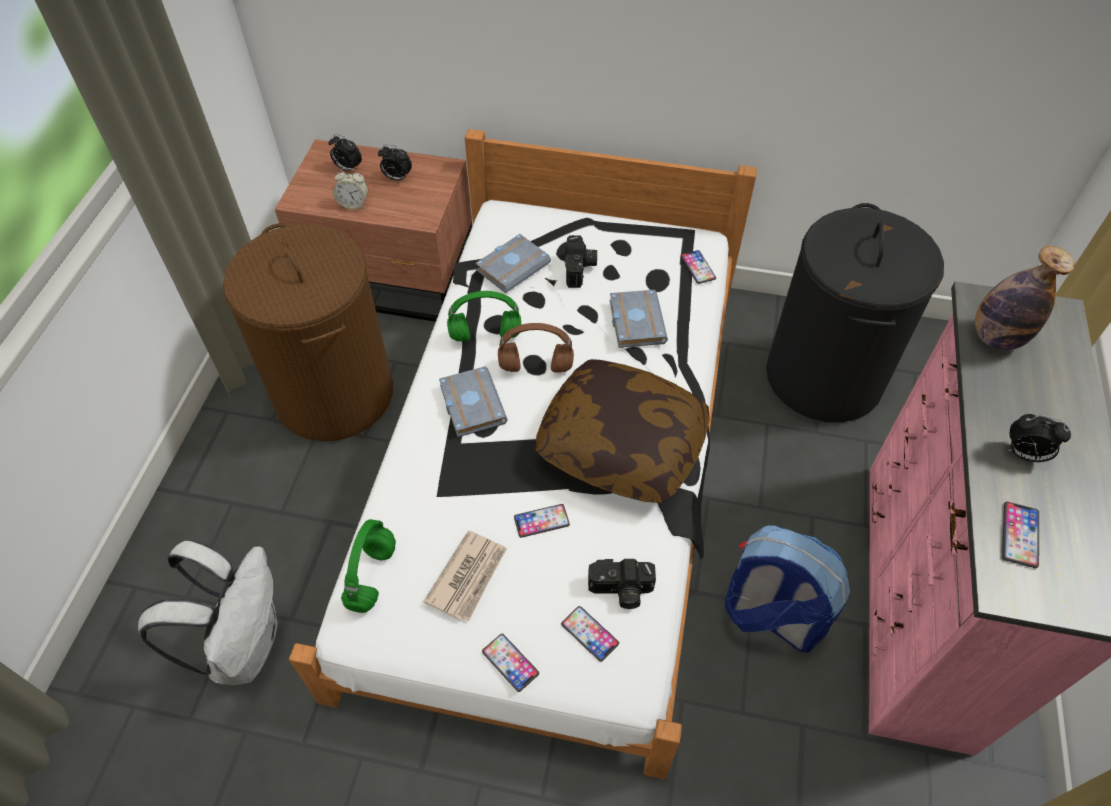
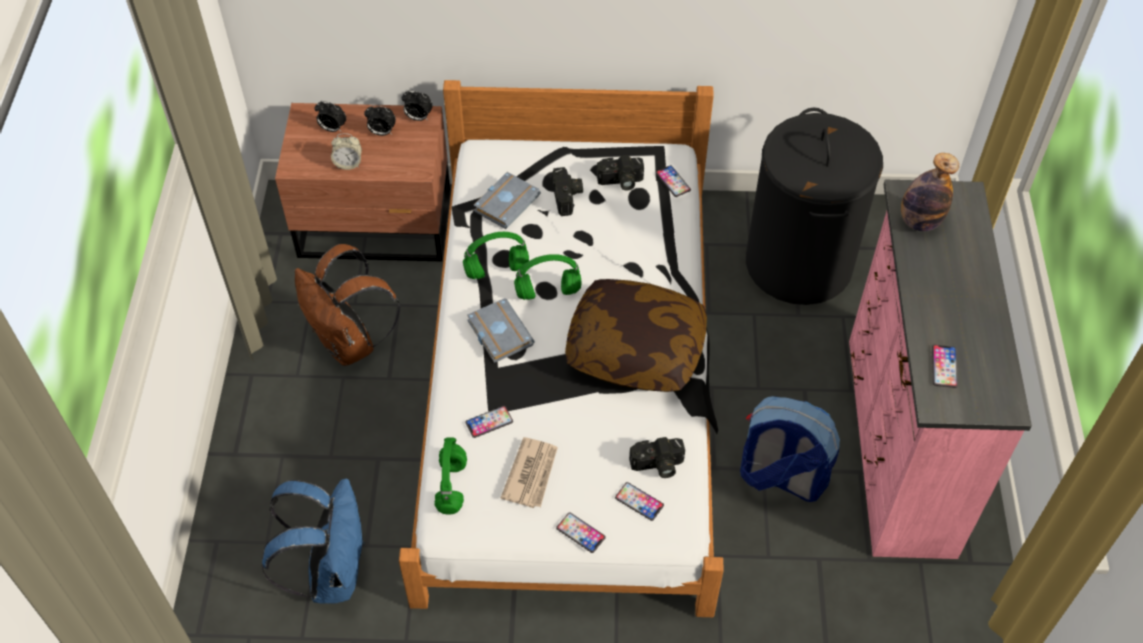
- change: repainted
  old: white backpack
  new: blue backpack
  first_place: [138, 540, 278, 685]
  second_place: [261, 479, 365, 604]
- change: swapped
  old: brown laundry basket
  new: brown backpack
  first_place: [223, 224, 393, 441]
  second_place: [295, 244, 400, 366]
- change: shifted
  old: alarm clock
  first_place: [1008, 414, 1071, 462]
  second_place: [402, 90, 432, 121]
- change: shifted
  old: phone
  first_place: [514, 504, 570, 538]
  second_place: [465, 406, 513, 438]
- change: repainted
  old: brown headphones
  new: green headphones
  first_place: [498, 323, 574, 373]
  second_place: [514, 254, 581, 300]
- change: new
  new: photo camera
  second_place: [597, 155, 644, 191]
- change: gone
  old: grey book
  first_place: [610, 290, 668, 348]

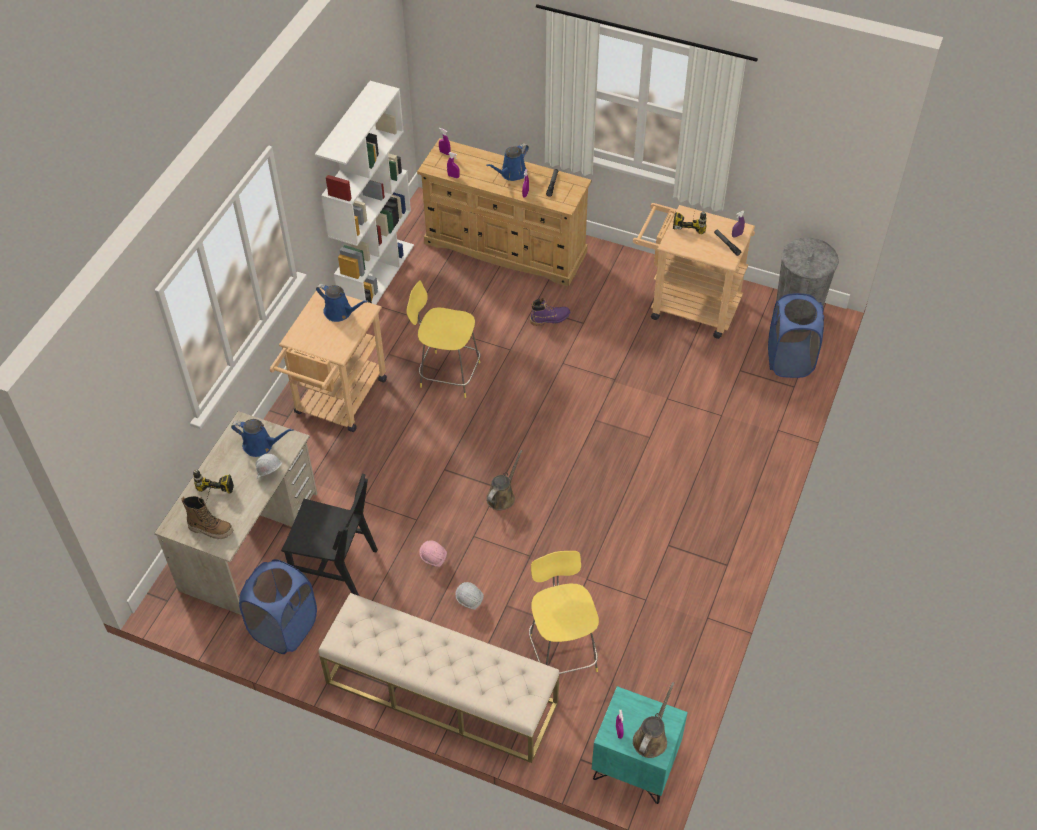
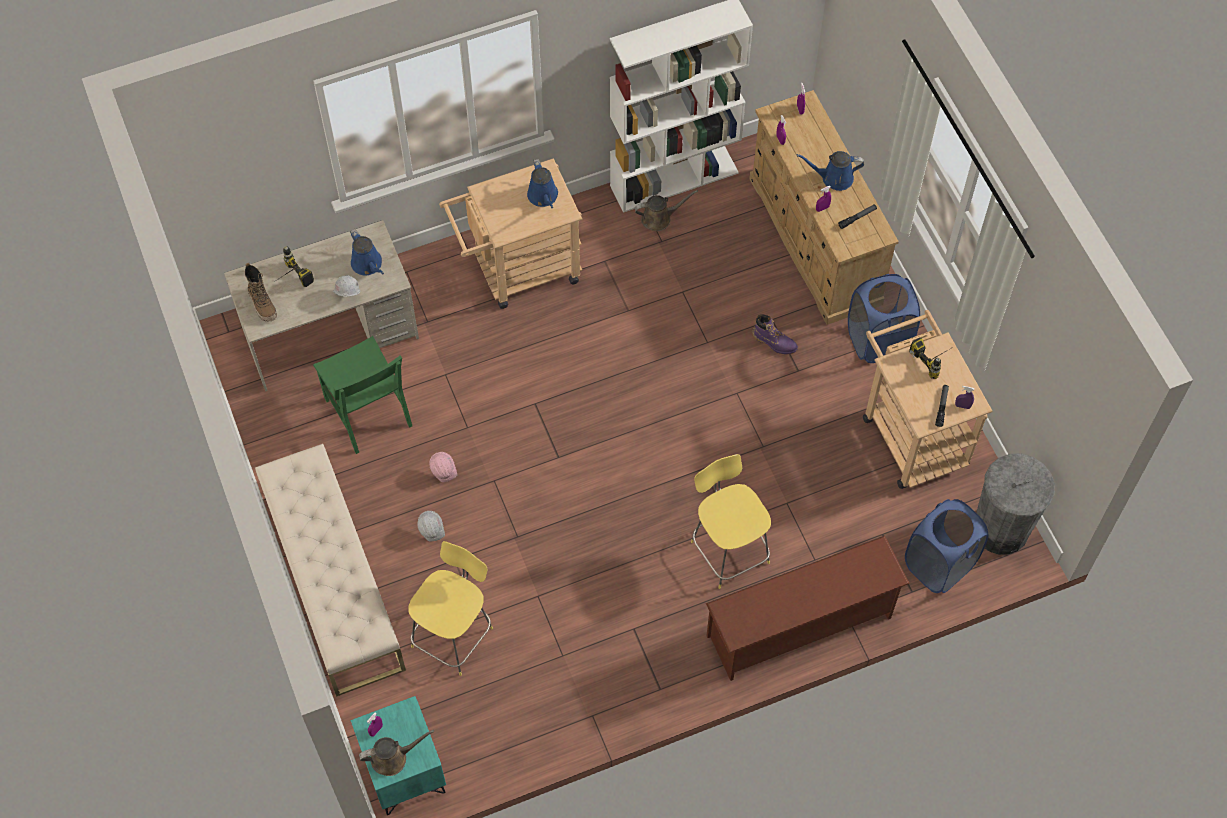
- change: repainted
  old: black chair
  new: green chair
  first_place: [281, 474, 378, 596]
  second_place: [313, 336, 412, 454]
- change: shifted
  old: brown watering can
  first_place: [486, 450, 523, 511]
  second_place: [635, 190, 698, 231]
- change: shifted
  old: yellow stool
  first_place: [406, 280, 480, 398]
  second_place: [691, 454, 771, 589]
- change: new
  new: brown shoe rack
  second_place: [706, 535, 910, 681]
- change: shifted
  old: blue laundry basket
  first_place: [239, 559, 317, 654]
  second_place: [848, 274, 920, 363]

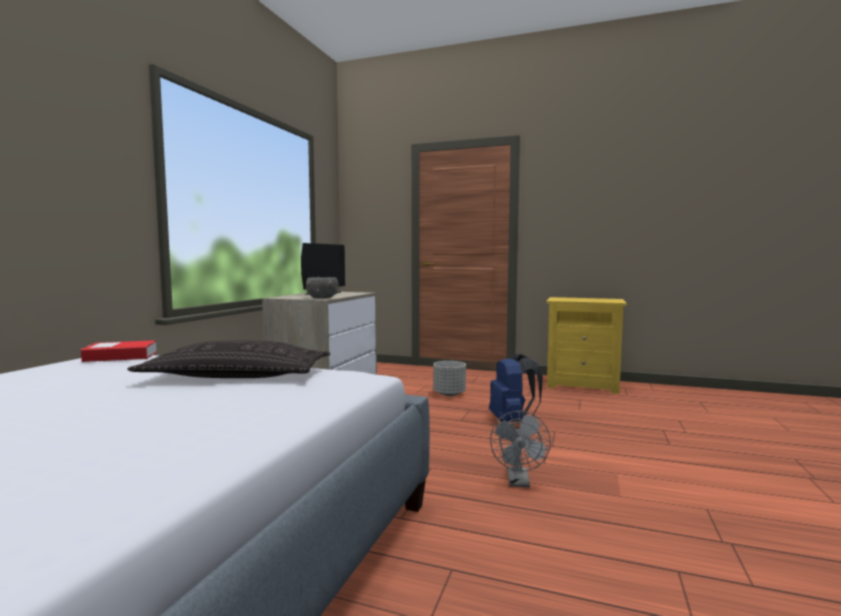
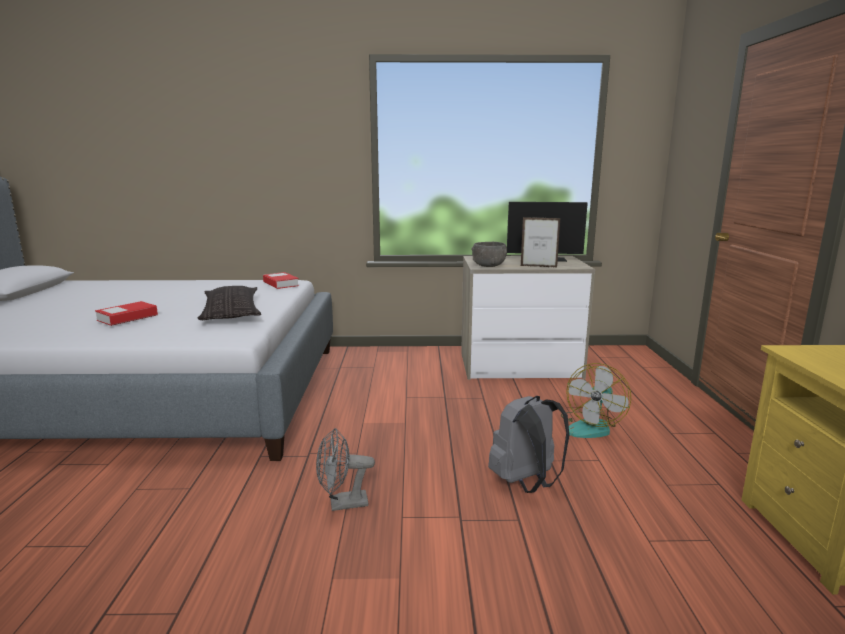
- change: new
  new: book
  second_place: [95, 301, 158, 326]
- change: repainted
  old: blue backpack
  new: grey backpack
  first_place: [489, 353, 543, 422]
  second_place: [488, 396, 569, 493]
- change: new
  new: picture frame
  second_place: [521, 217, 561, 268]
- change: swapped
  old: grey planter
  new: fan
  first_place: [433, 361, 466, 396]
  second_place: [561, 363, 631, 438]

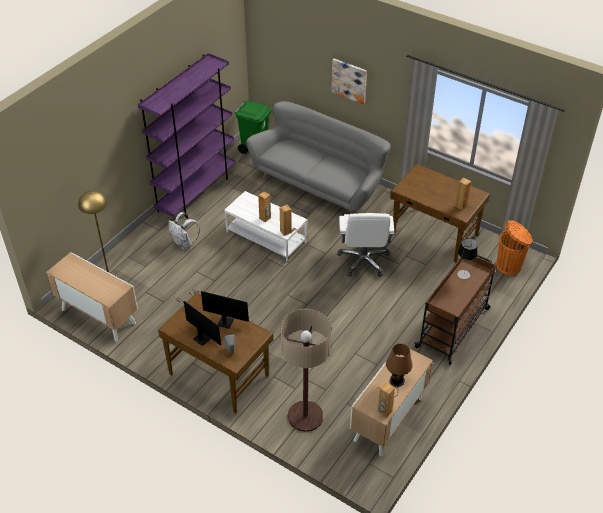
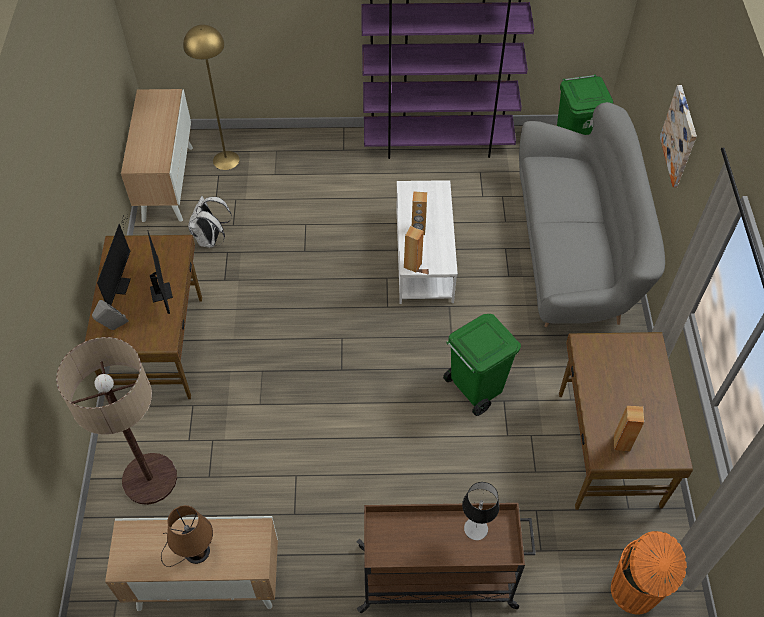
- change: shifted
  old: white backpack
  first_place: [168, 212, 200, 250]
  second_place: [188, 196, 232, 248]
- change: swapped
  old: white office chair
  new: green trash can
  first_place: [337, 213, 394, 277]
  second_place: [443, 314, 521, 416]
- change: gone
  old: brown speaker
  first_place: [377, 382, 395, 418]

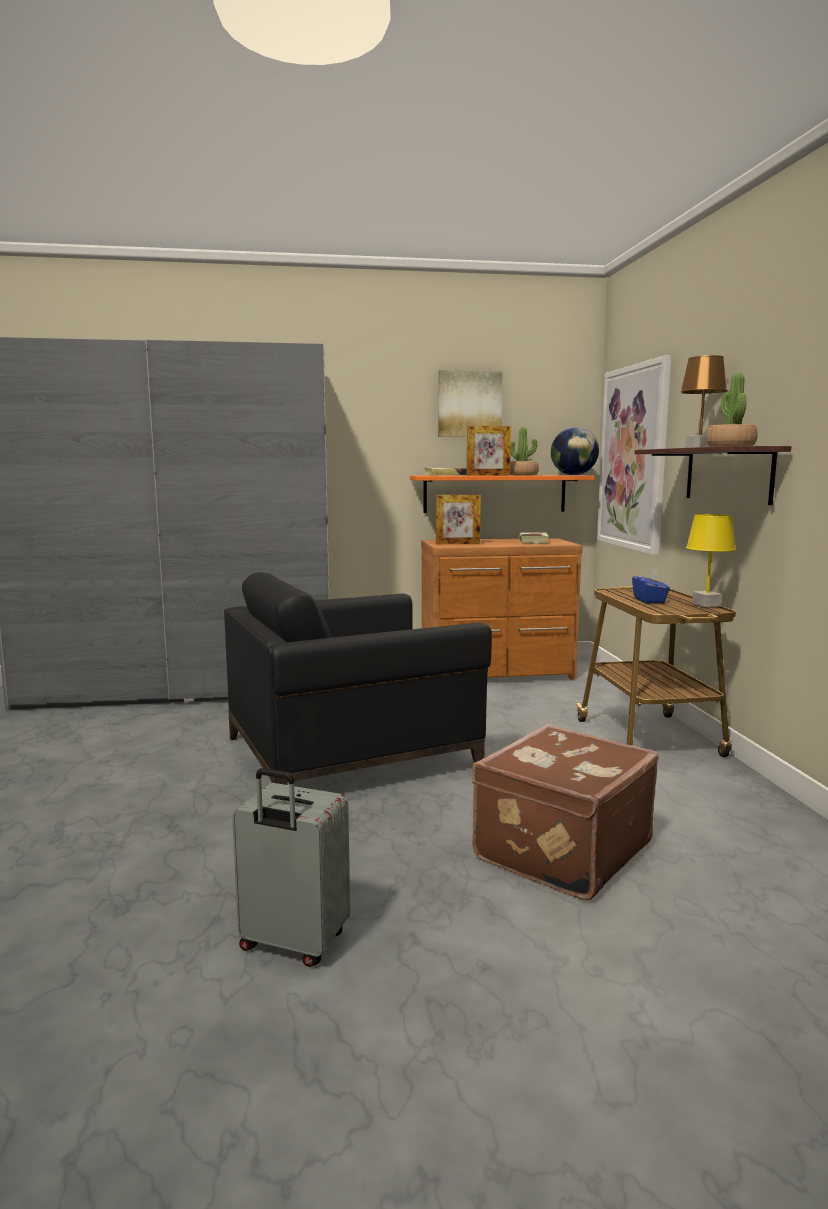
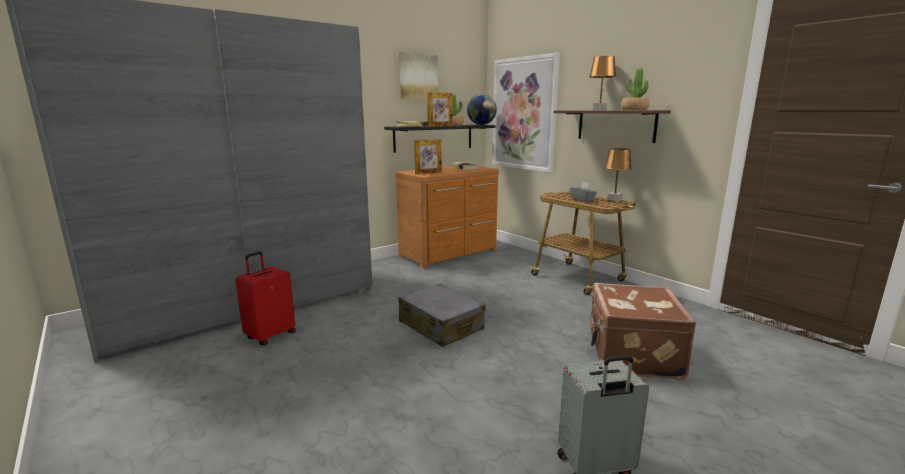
- change: new
  new: red suitcase
  second_place: [235, 252, 296, 346]
- change: repainted
  old: orange shelf
  new: black shelf
  first_place: [410, 475, 595, 513]
  second_place: [384, 125, 496, 153]
- change: swapped
  old: black armchair
  new: grey suitcase
  first_place: [224, 572, 492, 785]
  second_place: [399, 284, 486, 347]
- change: repainted
  old: blue tissue box
  new: grey tissue box
  first_place: [632, 568, 670, 603]
  second_place: [570, 182, 597, 202]
- change: repainted
  old: yellow table lamp
  new: brown table lamp
  first_place: [686, 514, 736, 607]
  second_place: [604, 148, 632, 201]

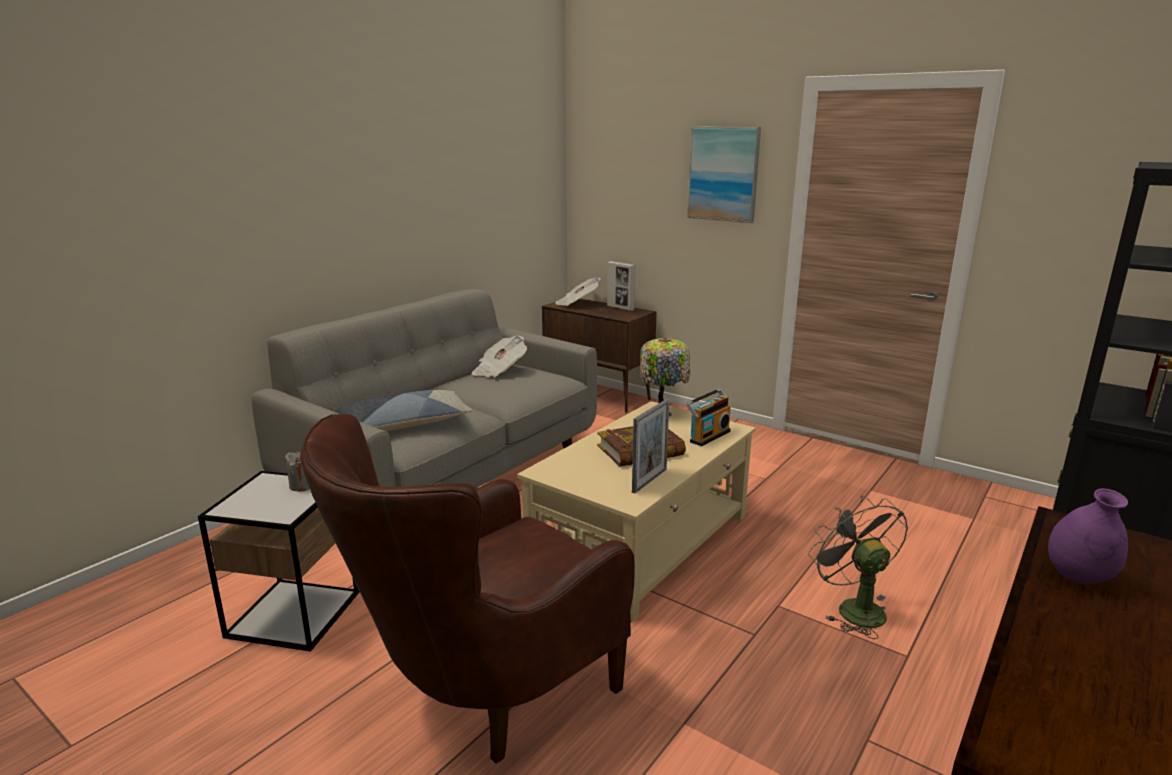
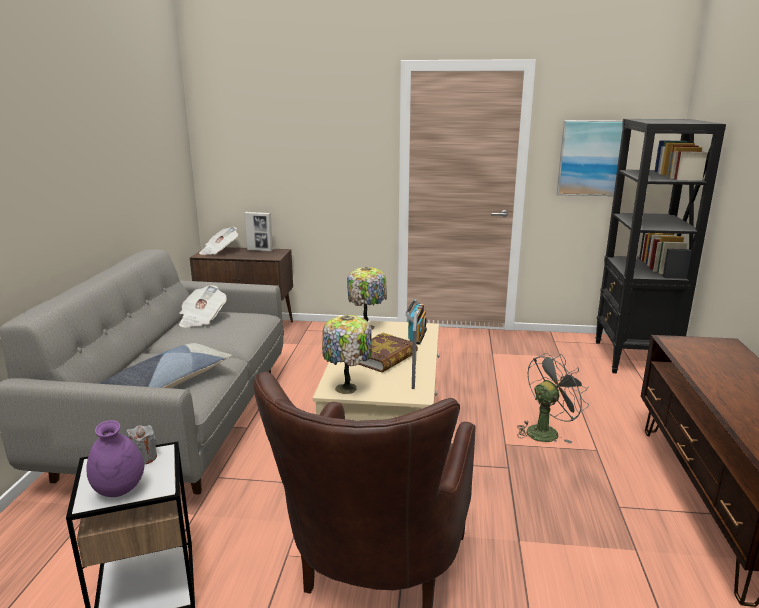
- change: shifted
  old: purple vase
  first_place: [1048, 488, 1128, 584]
  second_place: [87, 420, 144, 497]
- change: new
  new: table lamp
  second_place: [322, 315, 372, 394]
- change: rotated
  old: grey fan
  first_place: [808, 496, 908, 639]
  second_place: [517, 353, 589, 443]
  degrees: 105
- change: shifted
  old: picture
  first_place: [687, 127, 761, 223]
  second_place: [557, 120, 623, 196]

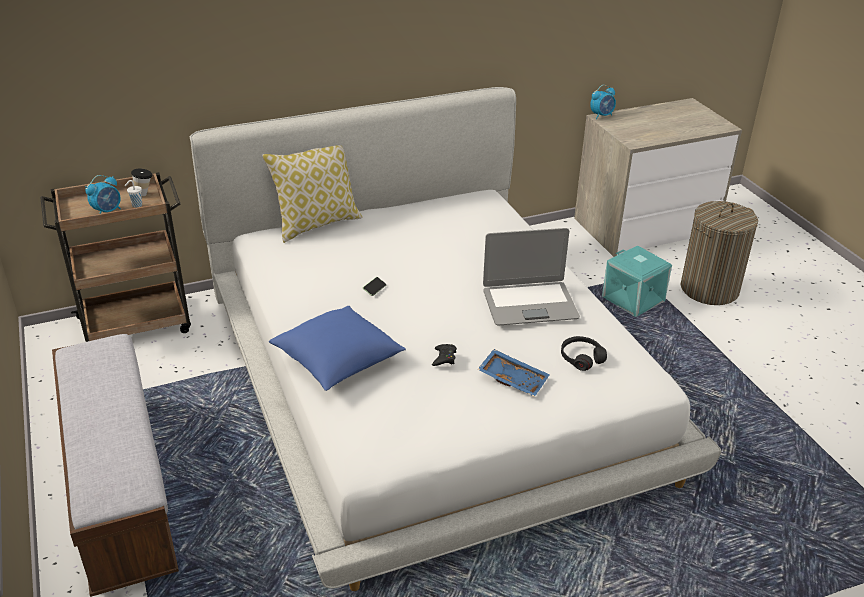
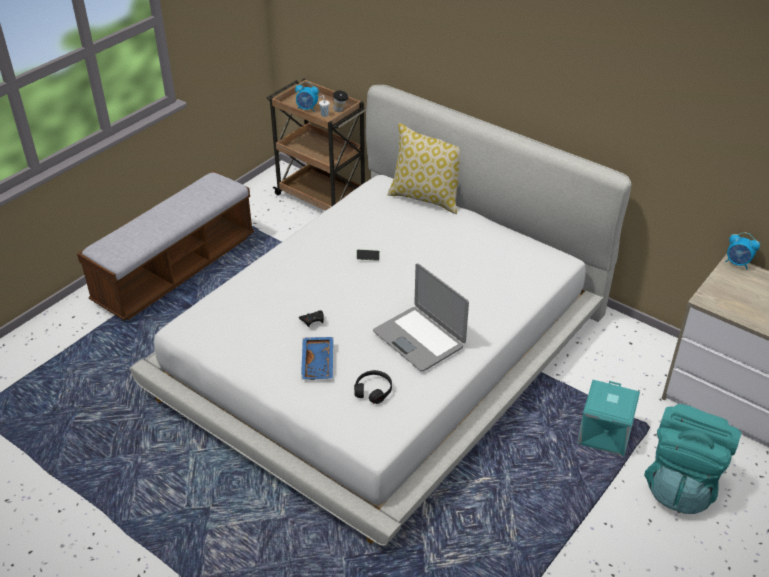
- change: swapped
  old: laundry basket
  new: turquoise backpack
  first_place: [680, 201, 758, 305]
  second_place: [644, 404, 742, 514]
- change: gone
  old: blue pillow
  first_place: [269, 306, 406, 391]

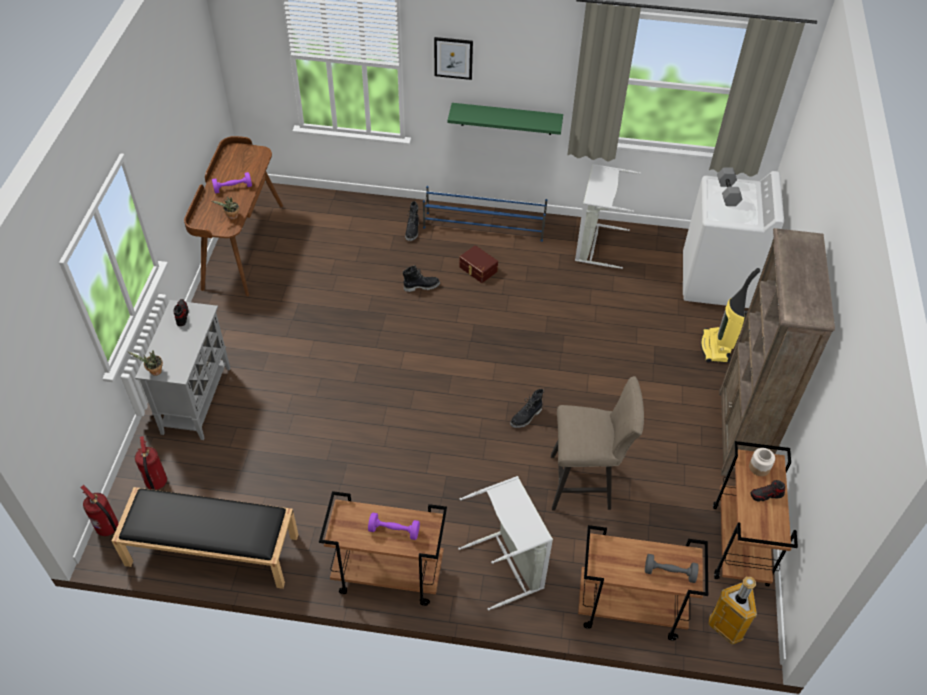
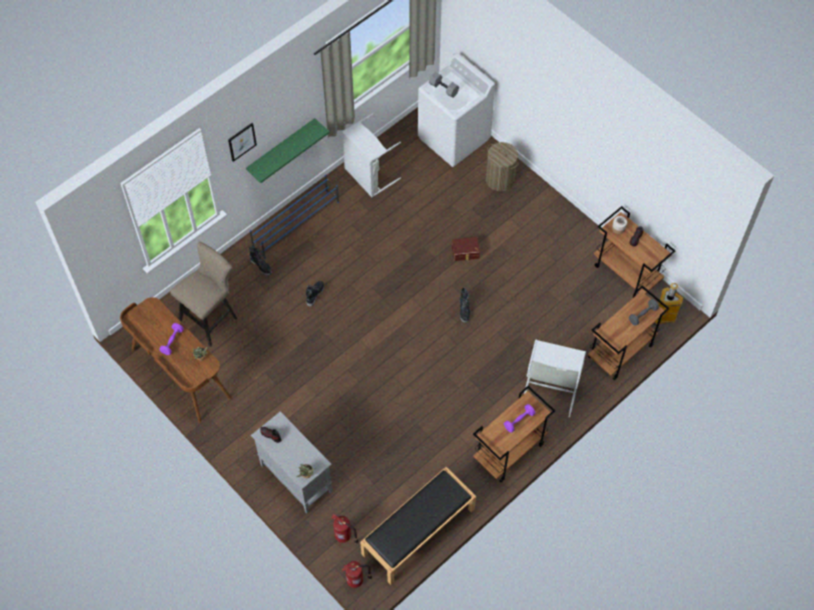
- change: shifted
  old: beige stool
  first_place: [551, 376, 644, 510]
  second_place: [170, 242, 237, 347]
- change: shifted
  old: brown storage box
  first_place: [459, 245, 498, 283]
  second_place: [452, 237, 480, 261]
- change: swapped
  old: vacuum cleaner
  new: laundry basket
  first_place: [701, 268, 760, 363]
  second_place: [486, 142, 519, 191]
- change: gone
  old: brown bookcase
  first_place: [719, 228, 835, 476]

